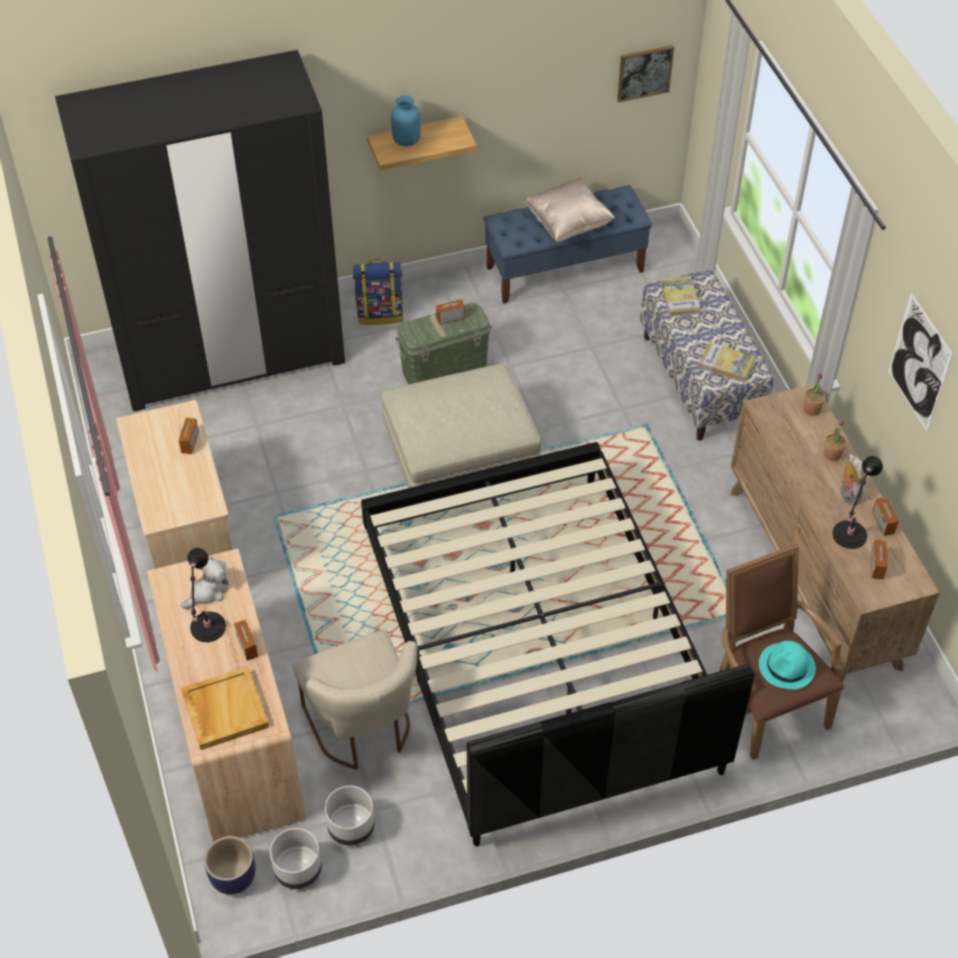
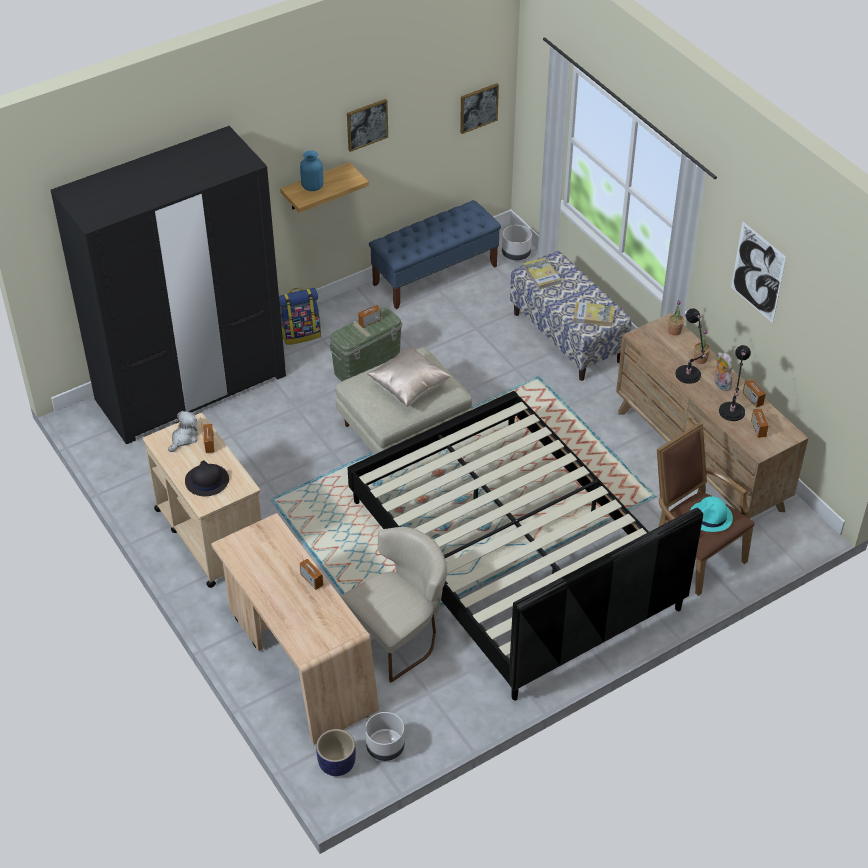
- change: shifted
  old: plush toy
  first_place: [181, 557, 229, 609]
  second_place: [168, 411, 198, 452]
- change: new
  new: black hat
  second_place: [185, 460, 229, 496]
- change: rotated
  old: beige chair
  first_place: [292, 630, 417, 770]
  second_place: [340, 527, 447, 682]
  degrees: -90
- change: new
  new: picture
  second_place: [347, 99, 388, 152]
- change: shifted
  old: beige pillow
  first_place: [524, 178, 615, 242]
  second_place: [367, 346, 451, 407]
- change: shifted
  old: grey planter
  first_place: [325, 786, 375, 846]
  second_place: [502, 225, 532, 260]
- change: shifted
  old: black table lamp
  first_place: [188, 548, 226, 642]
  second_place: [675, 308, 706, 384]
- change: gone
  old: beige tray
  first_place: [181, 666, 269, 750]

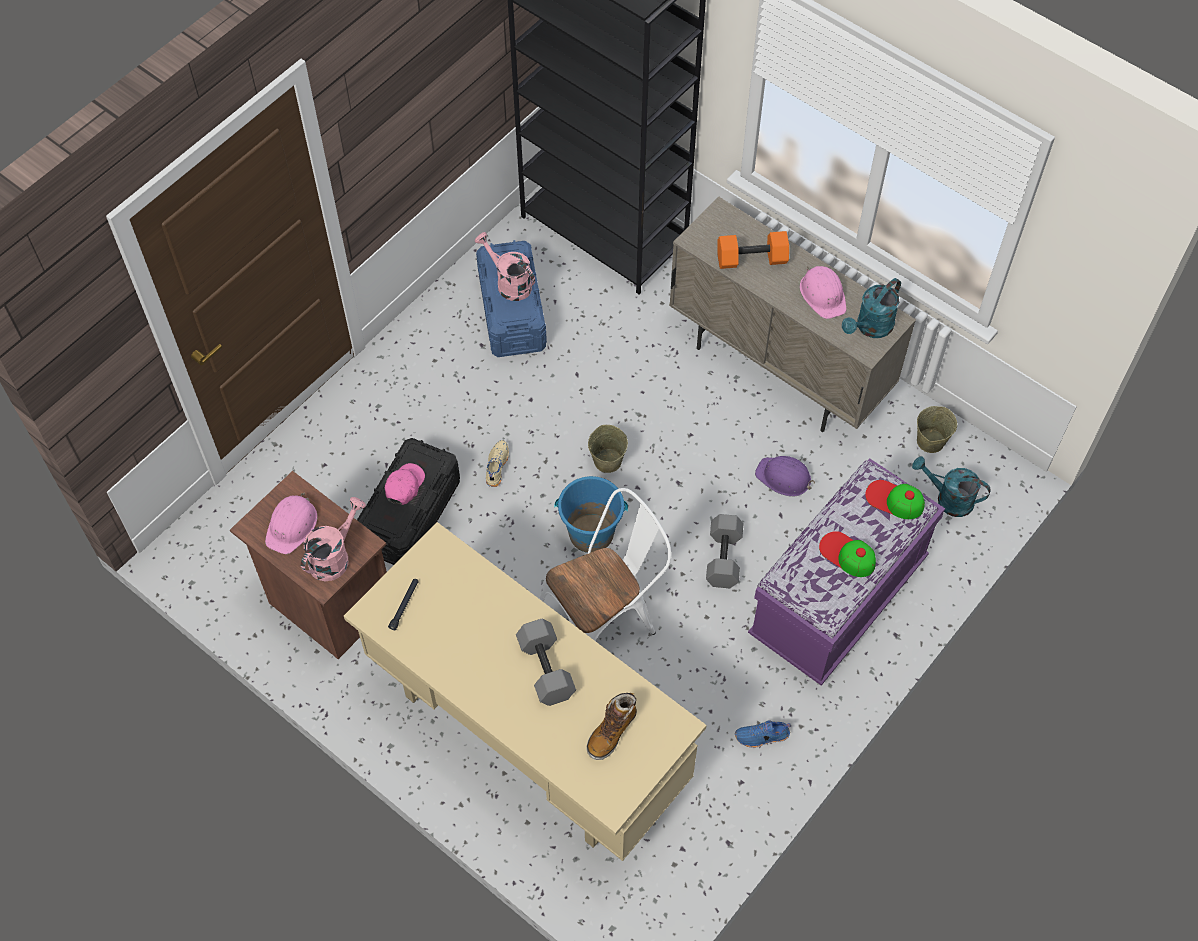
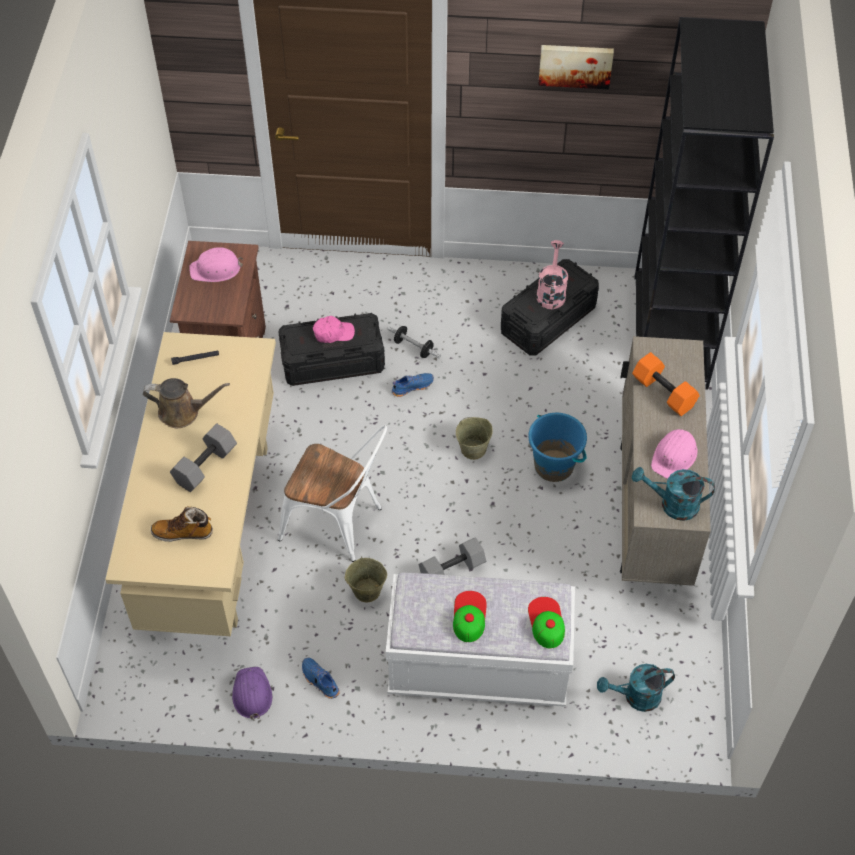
- change: new
  new: brown watering can
  second_place: [143, 378, 230, 428]
- change: shifted
  old: purple hard hat
  first_place: [755, 456, 815, 497]
  second_place: [232, 667, 272, 721]
- change: shifted
  old: beige bucket
  first_place: [917, 406, 957, 453]
  second_place: [345, 557, 387, 602]
- change: repainted
  old: purple bench
  new: white bench
  first_place: [748, 458, 945, 686]
  second_place: [386, 572, 575, 707]
- change: new
  new: dumbbell
  second_place: [387, 326, 441, 358]
- change: repainted
  old: beige shoe
  new: blue shoe
  first_place: [486, 440, 509, 487]
  second_place: [392, 373, 434, 397]
- change: repainted
  old: blue storage box
  new: black storage box
  first_place: [476, 240, 547, 357]
  second_place: [501, 259, 599, 356]
- change: shifted
  old: blue bucket
  first_place: [554, 476, 628, 553]
  second_place: [528, 413, 587, 482]
- change: new
  new: picture
  second_place: [538, 45, 614, 89]
- change: rotated
  old: turquoise watering can
  first_place: [912, 456, 991, 517]
  second_place: [597, 664, 675, 712]
  degrees: -90
- change: gone
  old: pink watering can
  first_place: [301, 497, 366, 581]

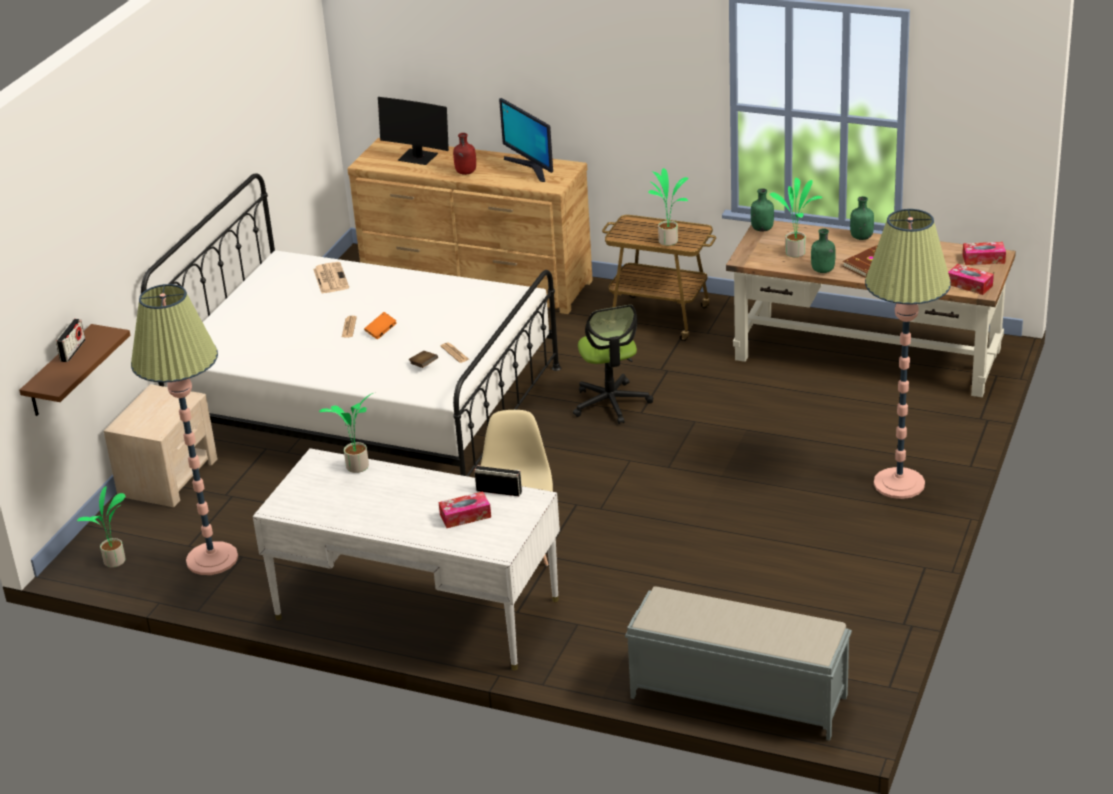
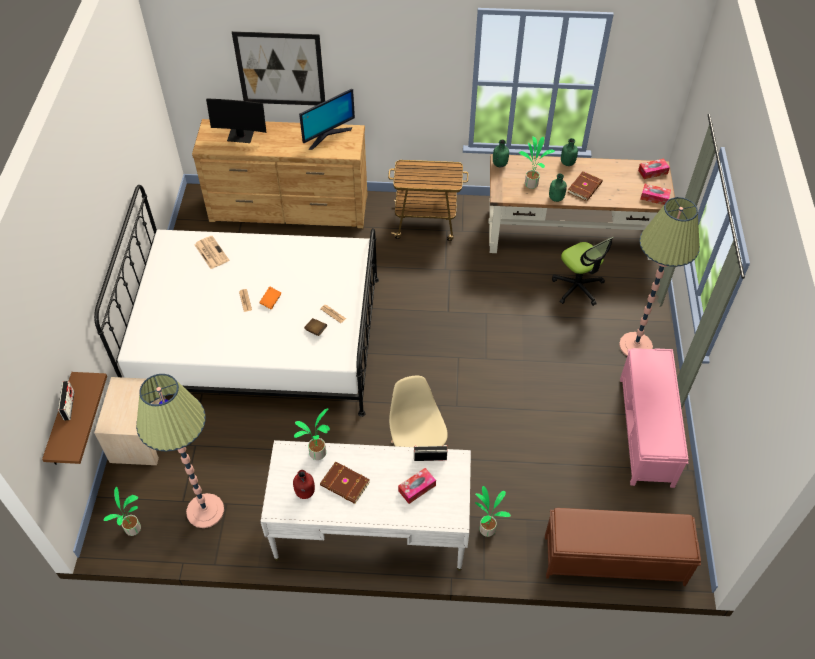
- change: new
  new: picture
  second_place: [232, 31, 325, 105]
- change: shifted
  old: red bottle
  first_place: [453, 133, 476, 175]
  second_place: [293, 470, 315, 499]
- change: rotated
  old: monitor
  first_place: [499, 98, 553, 182]
  second_place: [299, 89, 355, 150]
  degrees: -75
- change: new
  new: brown book
  second_place: [320, 461, 370, 504]
- change: shifted
  old: potted plant
  first_place: [648, 168, 689, 246]
  second_place: [475, 486, 511, 537]
- change: repainted
  old: grey bench
  new: brown bench
  first_place: [625, 587, 852, 741]
  second_place: [545, 508, 701, 586]
- change: shifted
  old: office chair
  first_place: [573, 305, 653, 424]
  second_place: [552, 237, 614, 306]
- change: new
  new: pink bench
  second_place: [620, 348, 688, 488]

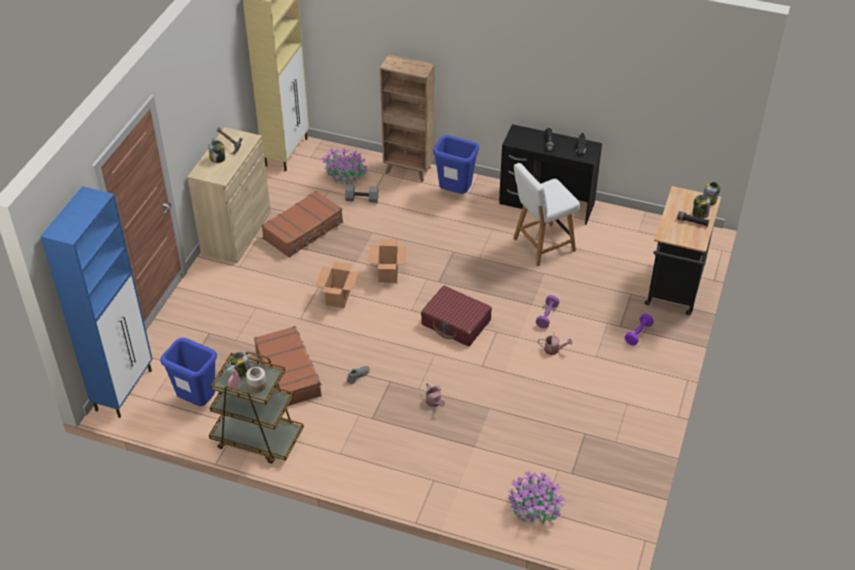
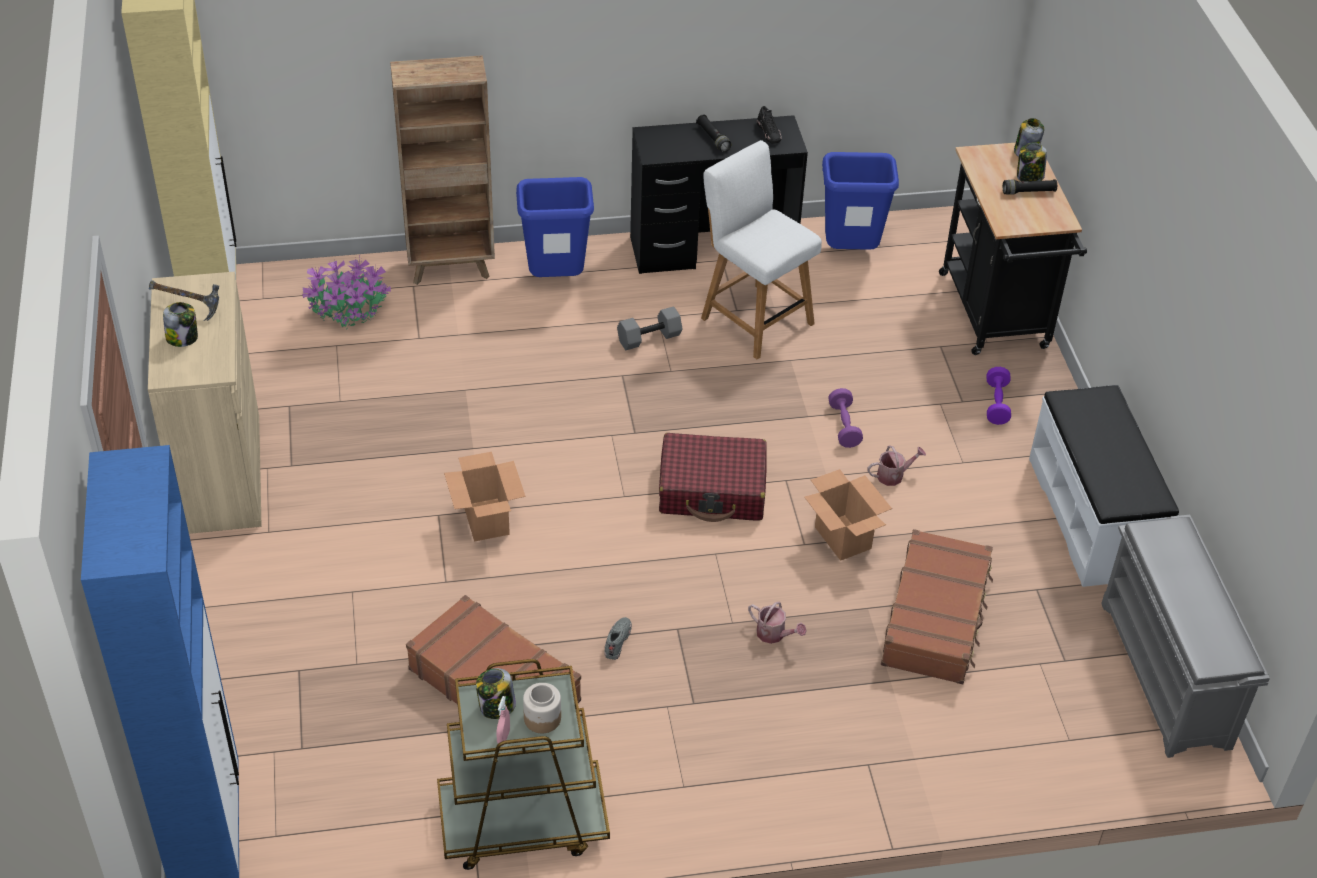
- change: shifted
  old: grey dumbbell
  first_place: [345, 185, 378, 203]
  second_place: [617, 306, 683, 350]
- change: rotated
  old: white chair
  first_place: [513, 163, 580, 266]
  second_place: [701, 140, 822, 359]
  degrees: 105
- change: shifted
  old: cardboard box
  first_place: [369, 239, 407, 283]
  second_place: [804, 469, 892, 561]
- change: shifted
  old: blue trash can
  first_place: [160, 338, 217, 406]
  second_place: [822, 152, 899, 250]
- change: shifted
  old: brown suitcase
  first_place: [261, 191, 343, 257]
  second_place: [881, 529, 993, 685]
- change: new
  new: white bench
  second_place: [1029, 385, 1179, 587]
- change: new
  new: grey shoe rack
  second_place: [1101, 514, 1270, 758]
- change: gone
  old: potted plant
  first_place: [507, 471, 565, 524]

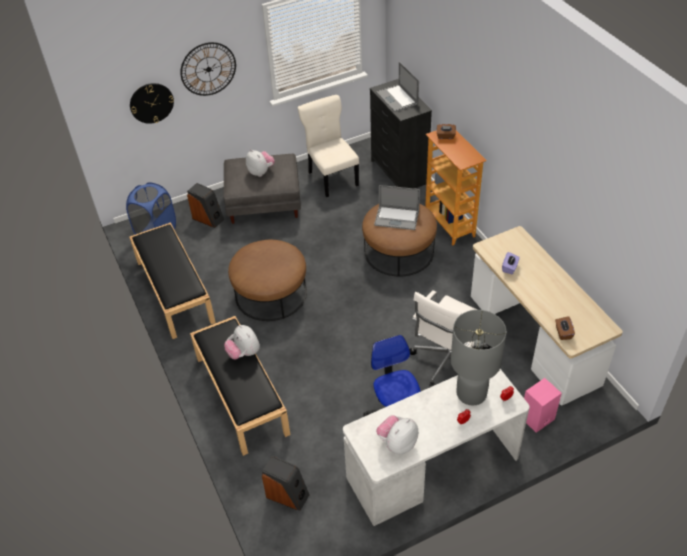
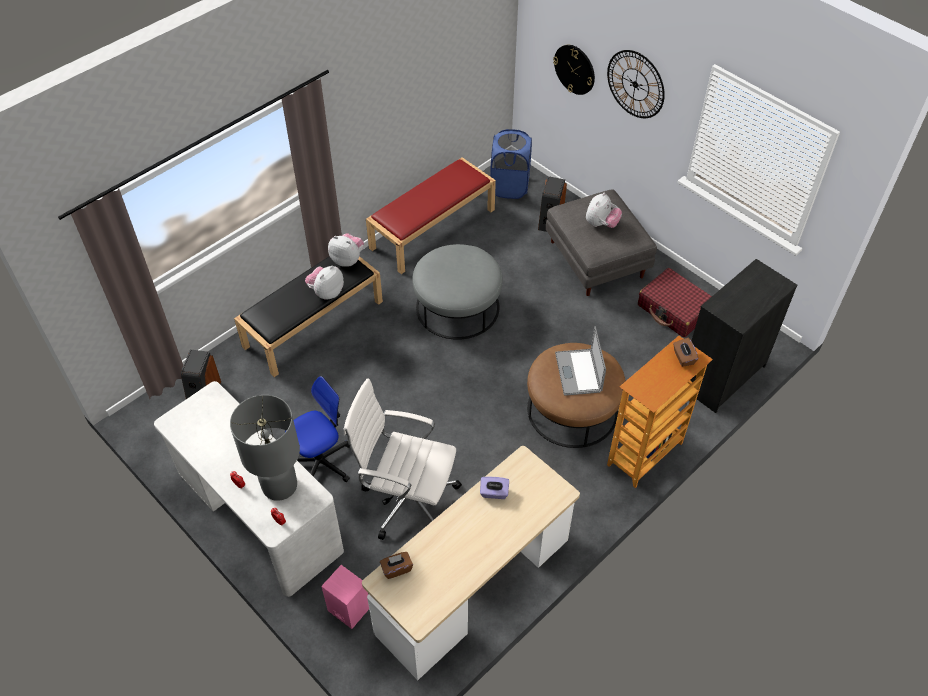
- change: shifted
  old: plush toy
  first_place: [376, 415, 418, 454]
  second_place: [328, 233, 364, 267]
- change: repainted
  old: black bench
  new: red bench
  first_place: [129, 222, 216, 339]
  second_place: [366, 157, 496, 274]
- change: repainted
  old: brown ottoman
  new: grey ottoman
  first_place: [228, 240, 307, 321]
  second_place: [412, 244, 503, 340]
- change: swapped
  old: beige chair
  new: red suitcase
  first_place: [298, 95, 359, 197]
  second_place: [638, 268, 712, 338]
- change: gone
  old: laptop
  first_place: [376, 62, 419, 112]

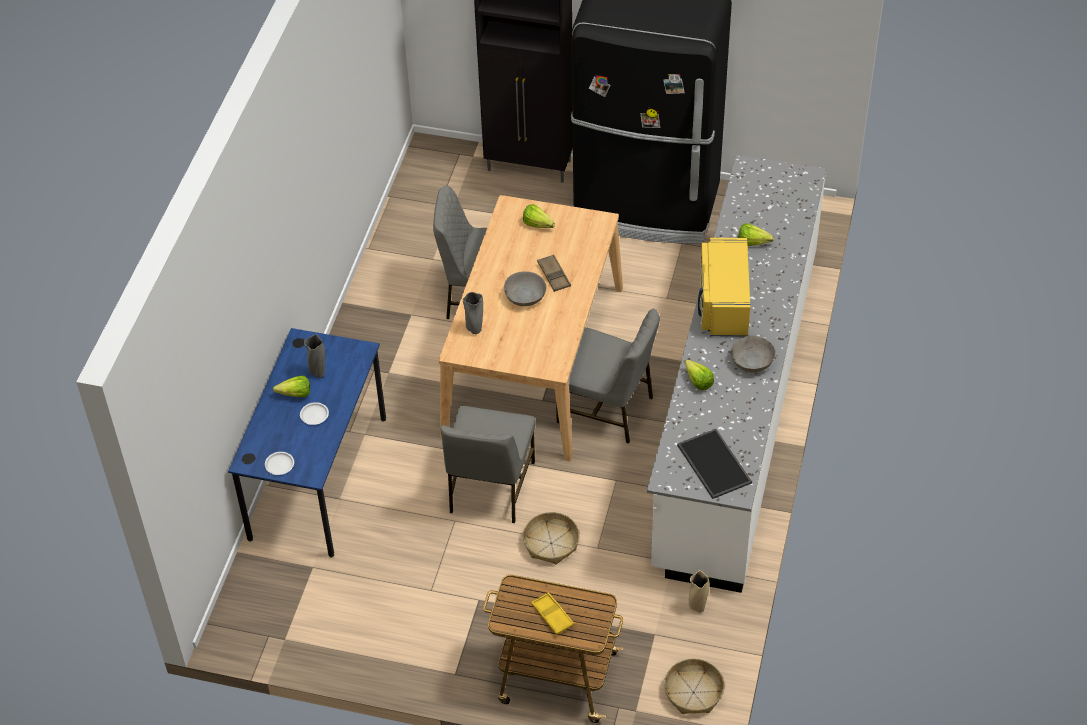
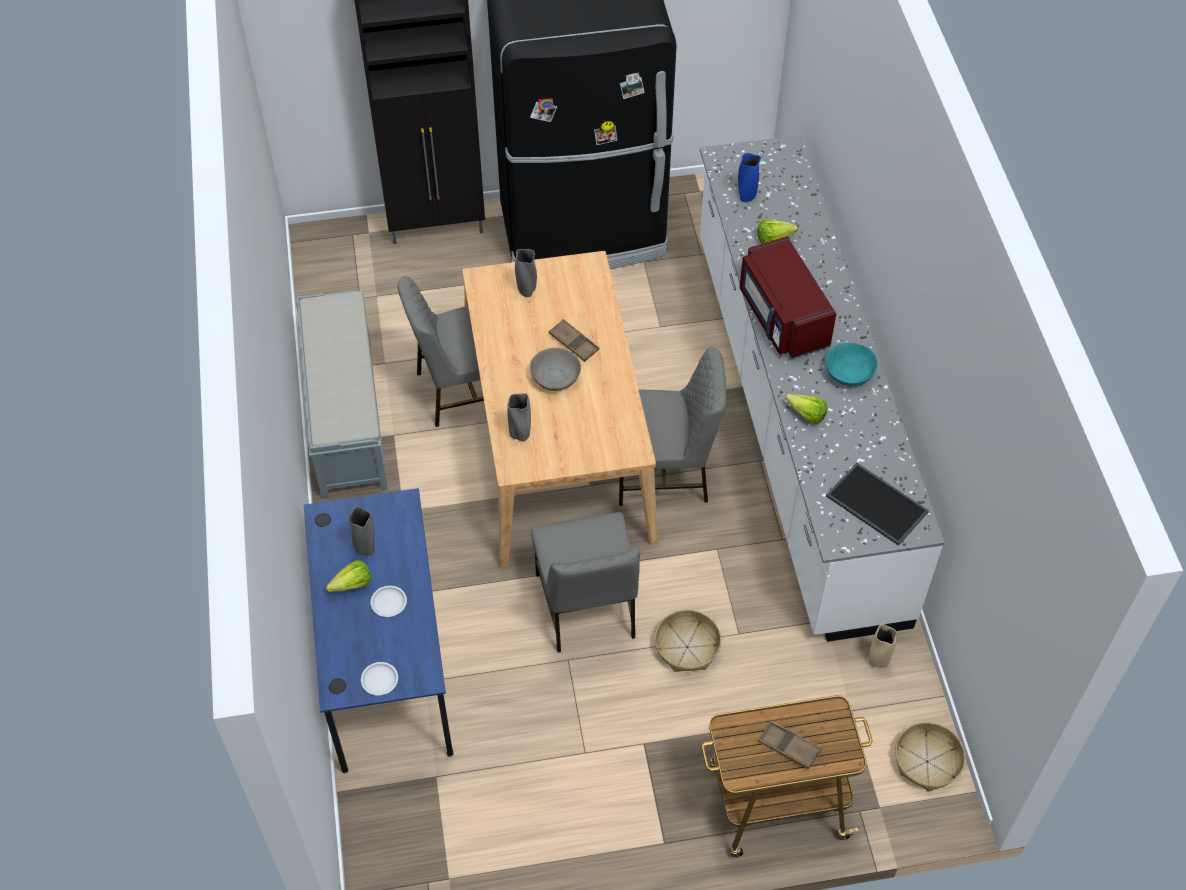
- change: new
  new: grey bench
  second_place: [296, 291, 388, 499]
- change: swapped
  old: lettuce
  new: grey vase
  first_place: [523, 204, 555, 228]
  second_place: [515, 249, 537, 297]
- change: new
  new: blue vase
  second_place: [738, 153, 761, 202]
- change: repainted
  old: yellow microwave
  new: red microwave
  first_place: [698, 238, 750, 337]
  second_place: [740, 236, 836, 359]
- change: repainted
  old: yellow tray
  new: brown tray
  first_place: [531, 592, 574, 635]
  second_place: [758, 721, 821, 769]
- change: repainted
  old: grey bowl
  new: turquoise bowl
  first_place: [731, 335, 776, 372]
  second_place: [826, 343, 878, 386]

